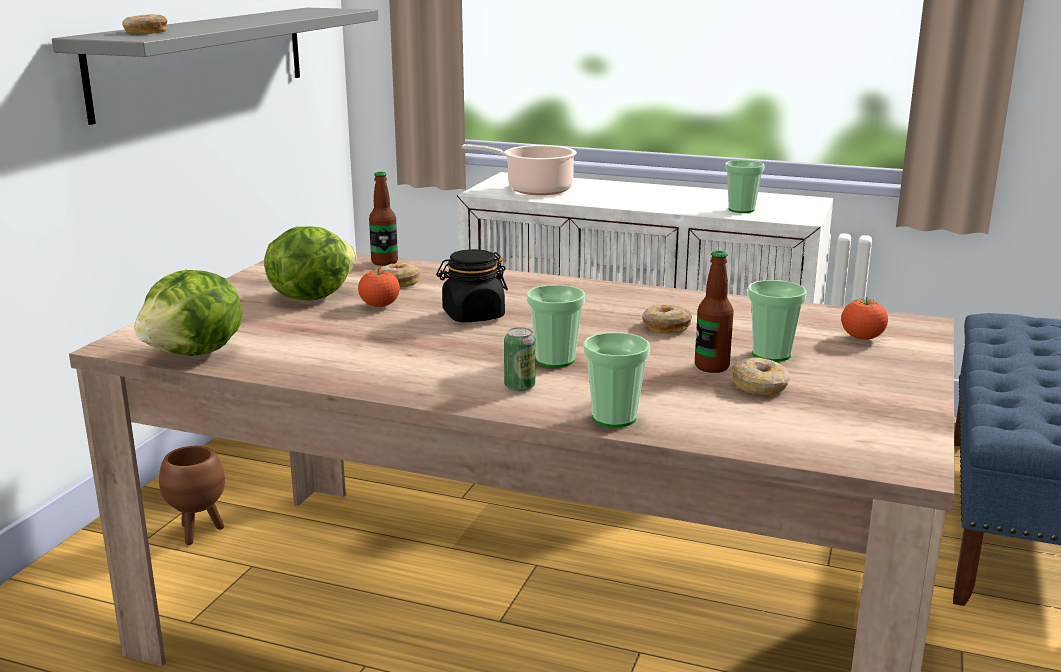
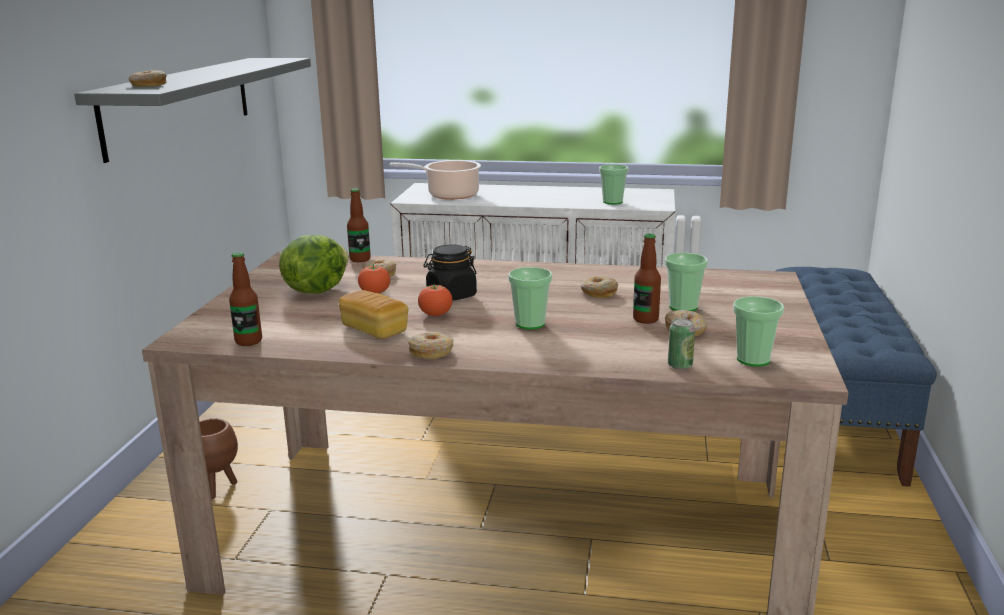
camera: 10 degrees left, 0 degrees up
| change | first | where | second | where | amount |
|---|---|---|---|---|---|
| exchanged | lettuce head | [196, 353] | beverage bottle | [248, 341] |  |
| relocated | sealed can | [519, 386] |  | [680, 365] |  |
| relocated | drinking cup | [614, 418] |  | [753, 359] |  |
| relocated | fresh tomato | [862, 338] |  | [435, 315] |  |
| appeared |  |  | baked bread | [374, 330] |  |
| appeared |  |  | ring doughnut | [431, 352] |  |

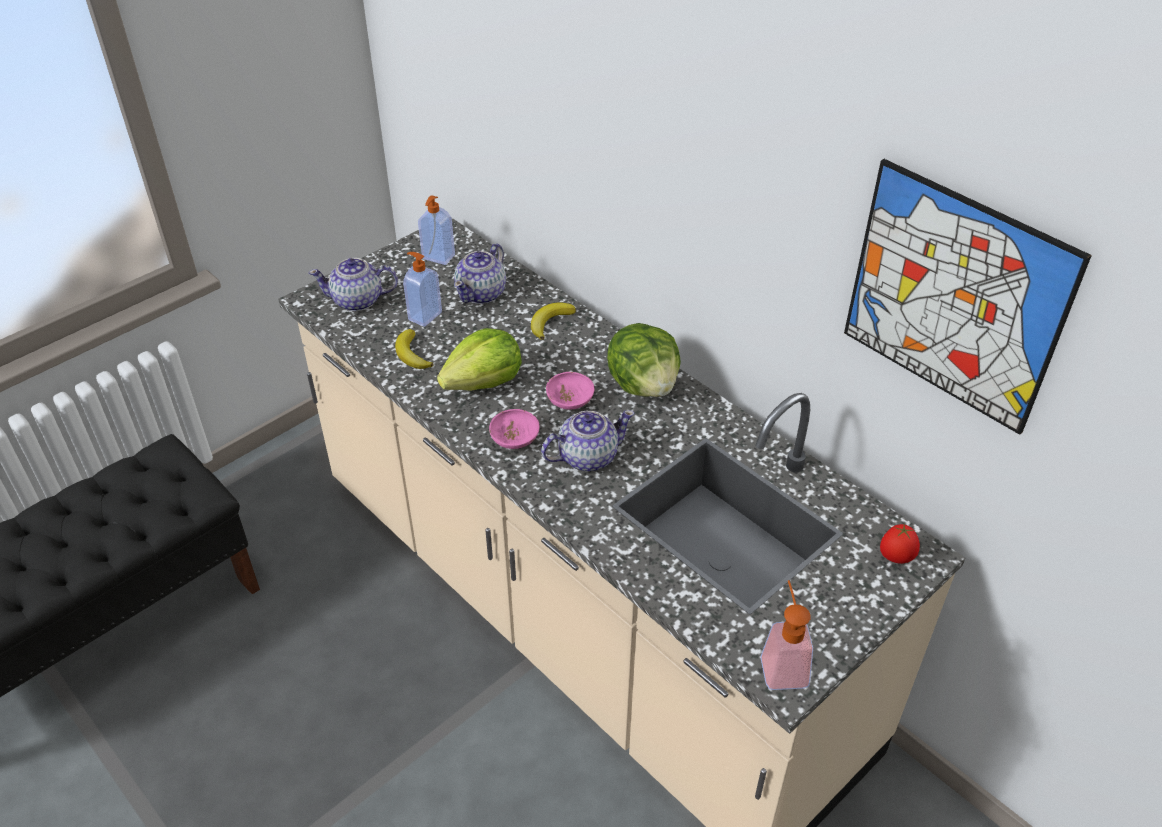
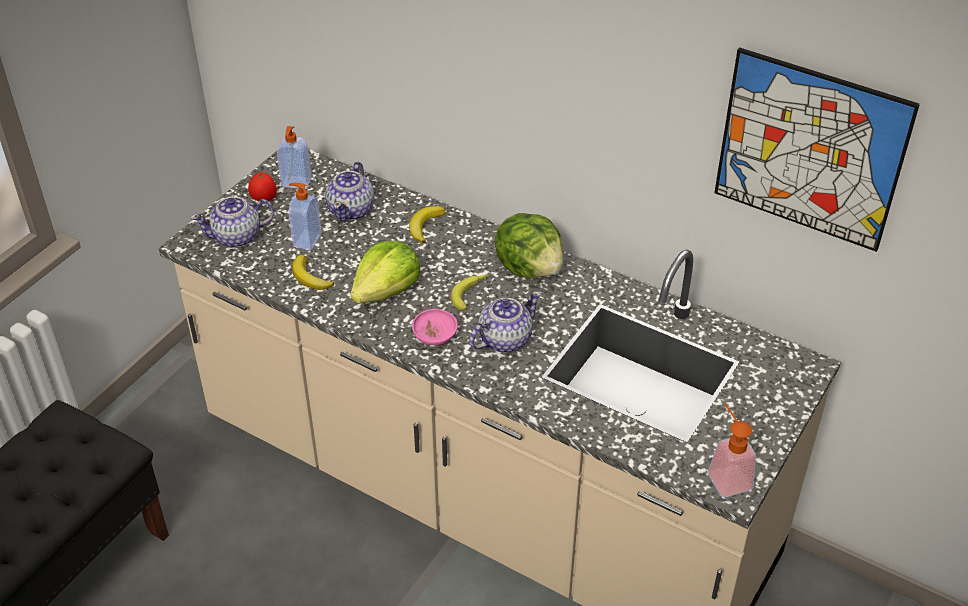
camera: 15 degrees left, 0 degrees up
| change | first | where | second | where | amount |
|---|---|---|---|---|---|
| exchanged | pinkish deep dish | [570, 401] | banana | [470, 293] |  |
| relocated | fresh tomato | [896, 558] |  | [264, 199] |  |

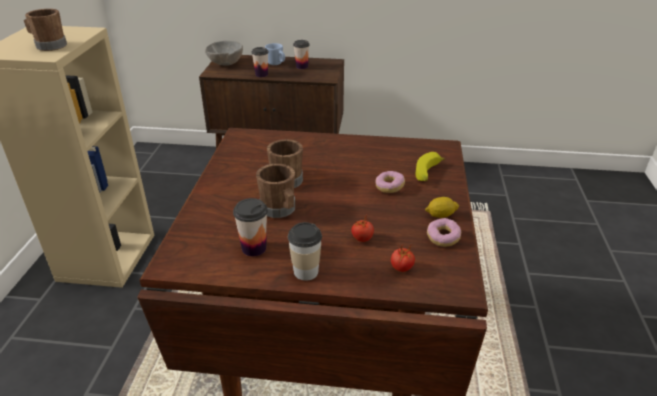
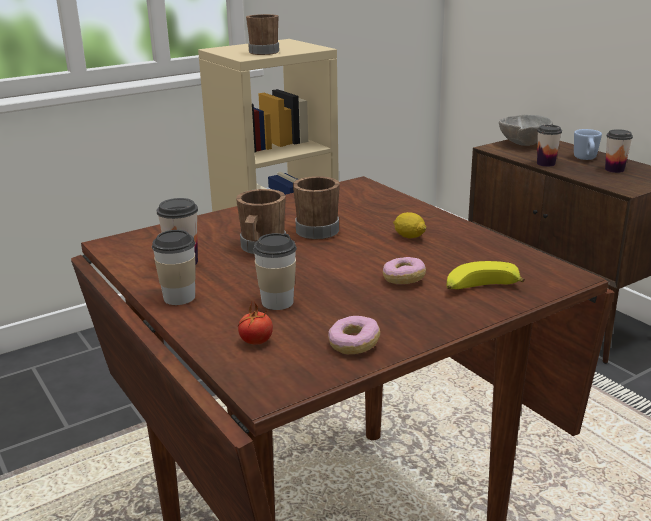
camera: 50 degrees right, 10 degrees down
| change | first | where | second | where | amount |
|---|---|---|---|---|---|
| exchanged | fresh tomato | [362, 238] | drinking cup | [277, 302] |  |
| relocated | lemon | [440, 215] |  | [409, 236] |  |

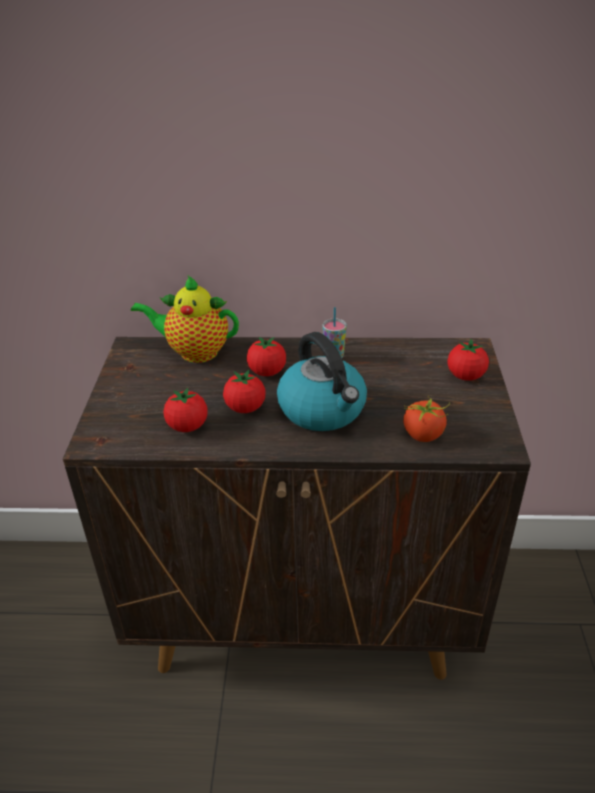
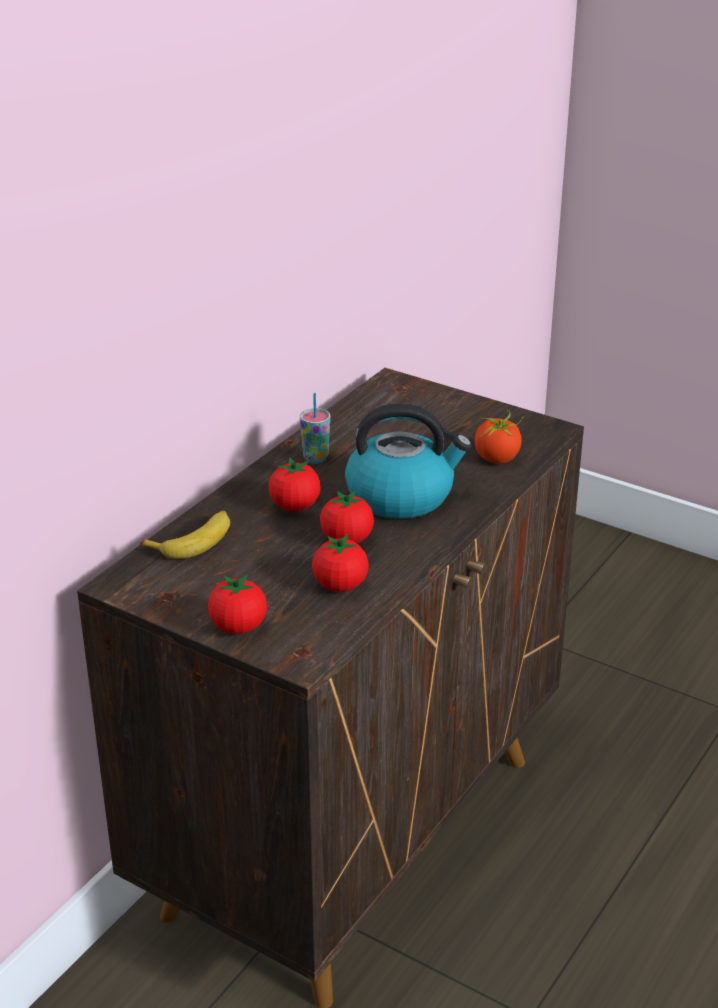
camera: 60 degrees left, 5 degrees down
| change | first | where | second | where | amount |
|---|---|---|---|---|---|
| exchanged | tea pot | [194, 352] | banana | [193, 541] |  |
| relocated | fresh tomato | [465, 376] |  | [238, 627] |  |

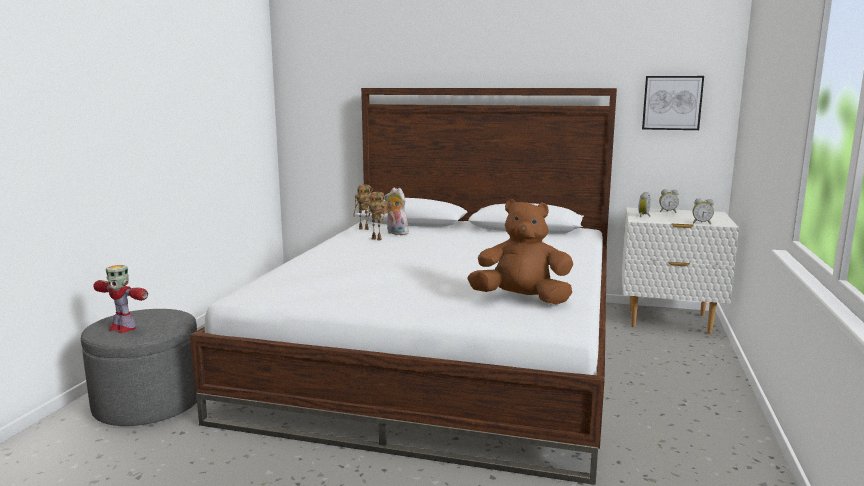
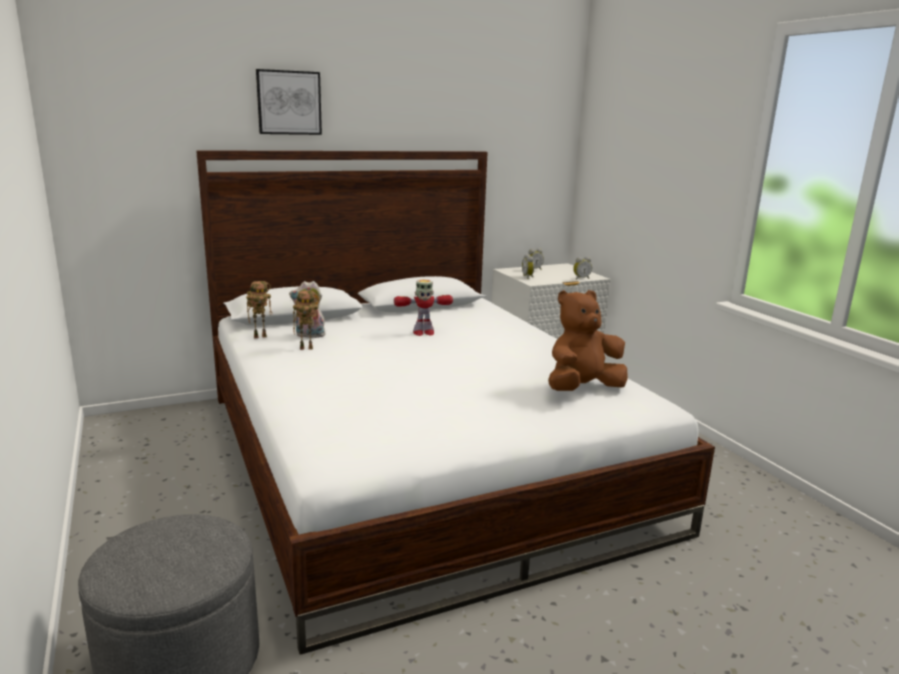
camera: 40 degrees left, 5 degrees up
| change | first | where | second | where | amount |
|---|---|---|---|---|---|
| relocated | robot figure | [122, 328] |  | [423, 332] |  |
| relocated | wall art | [672, 103] |  | [289, 102] |  |

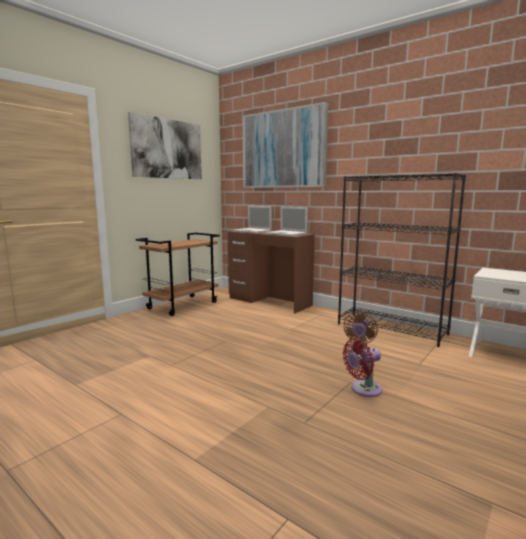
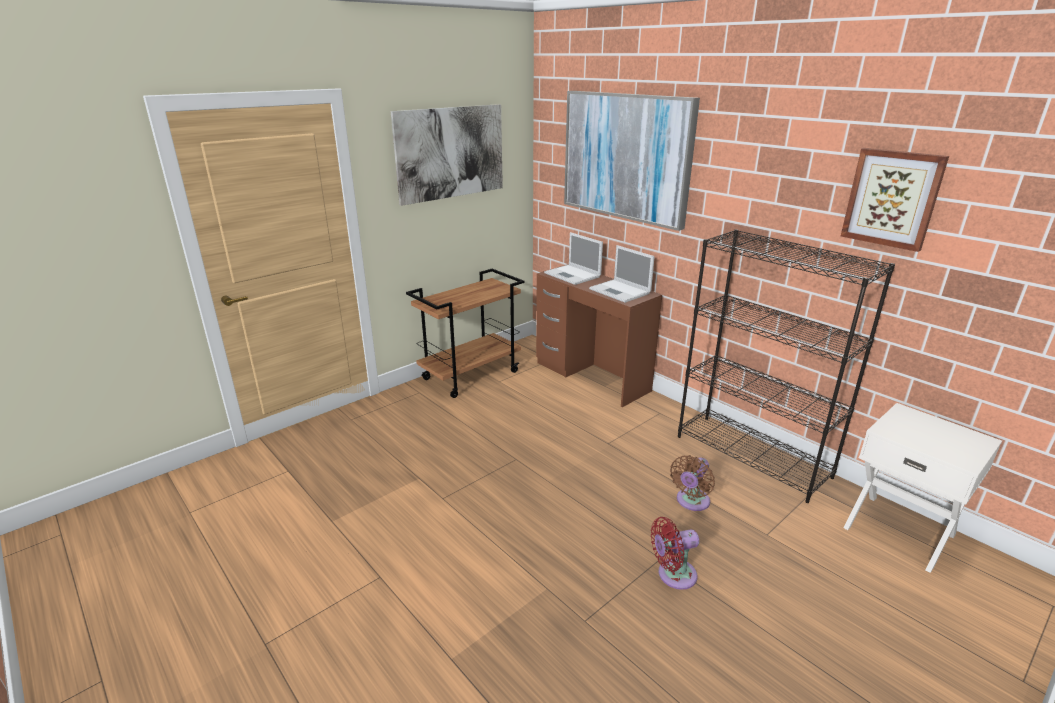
camera: 10 degrees right, 15 degrees up
| change | first | where | second | where | amount |
|---|---|---|---|---|---|
| appeared |  |  | wall art | [892, 198] |  |

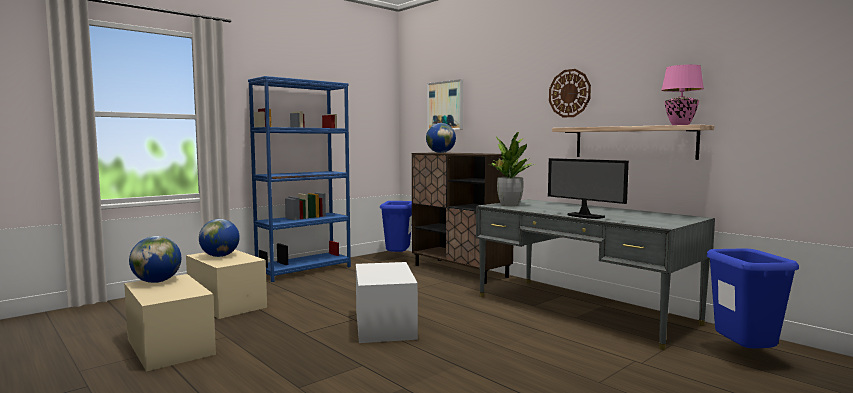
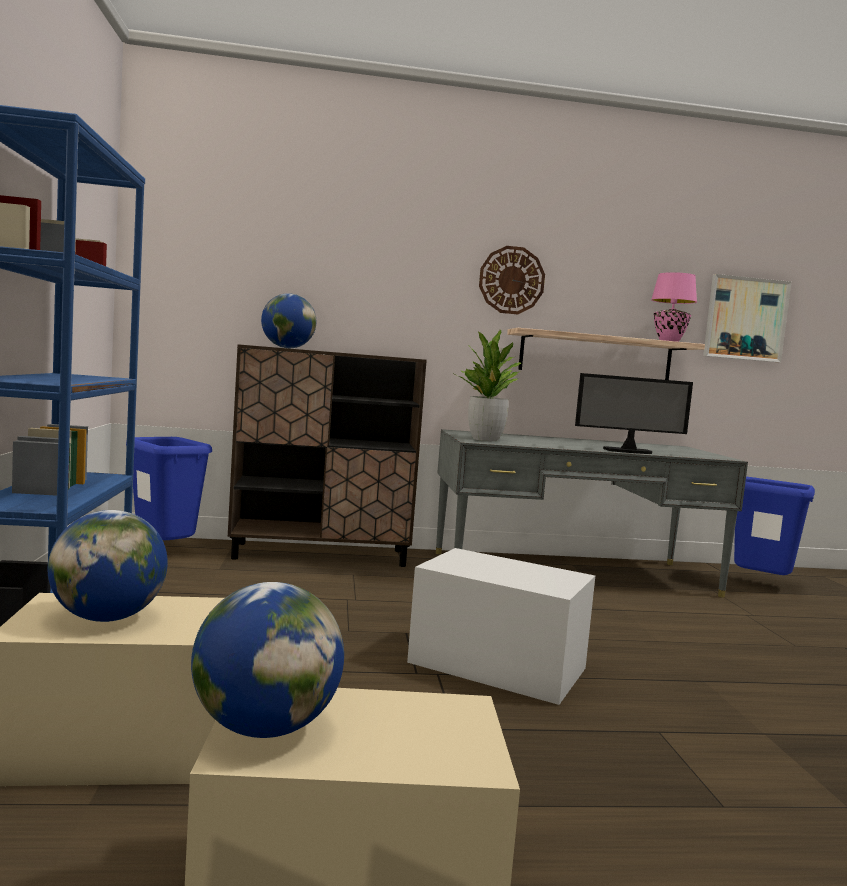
camera: 55 degrees left, 0 degrees up
| change | first | where | second | where | amount |
|---|---|---|---|---|---|
| relocated | wall art | [445, 105] |  | [745, 319] |  |

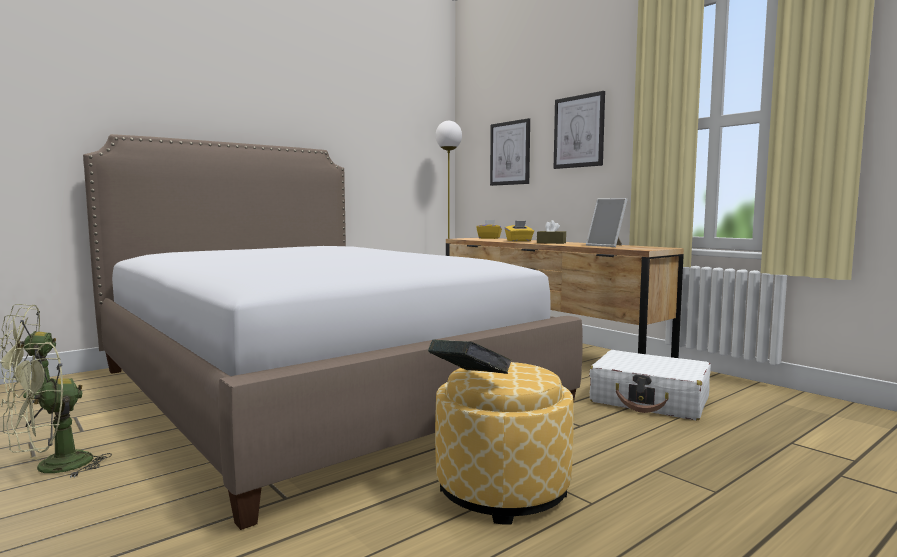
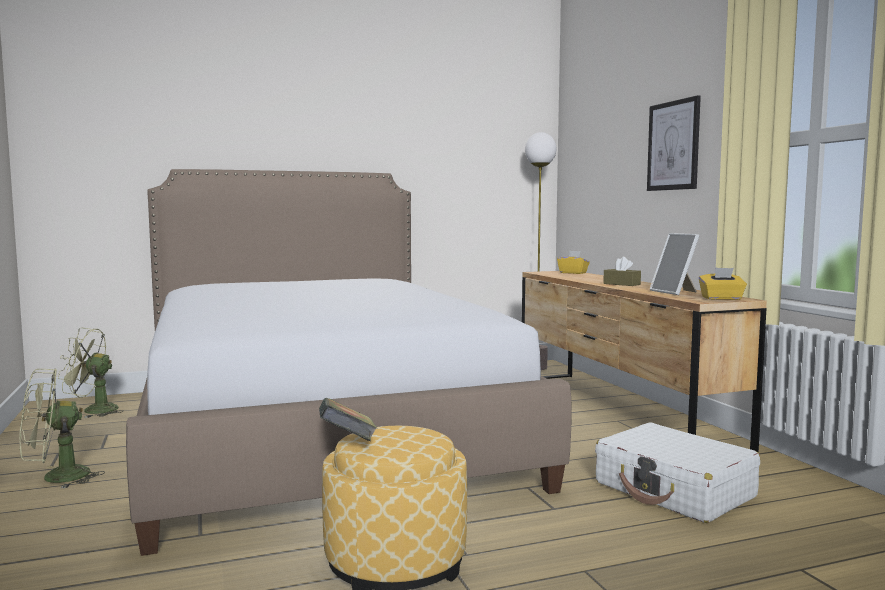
camera: 20 degrees right, 0 degrees up
| change | first | where | second | where | amount |
|---|---|---|---|---|---|
| missing | wall art | [510, 153] |  |  |  |
| relocated | yellow tissue holder | [519, 241] |  | [721, 298] |  |

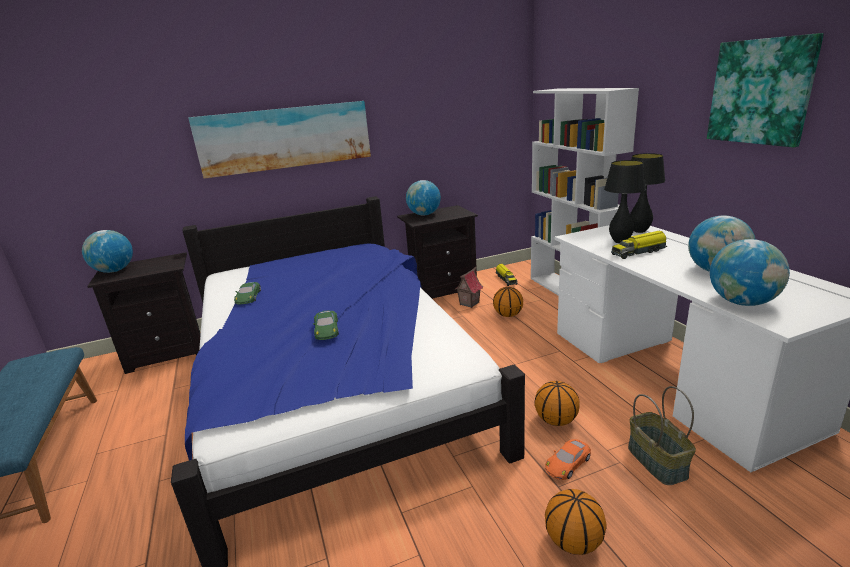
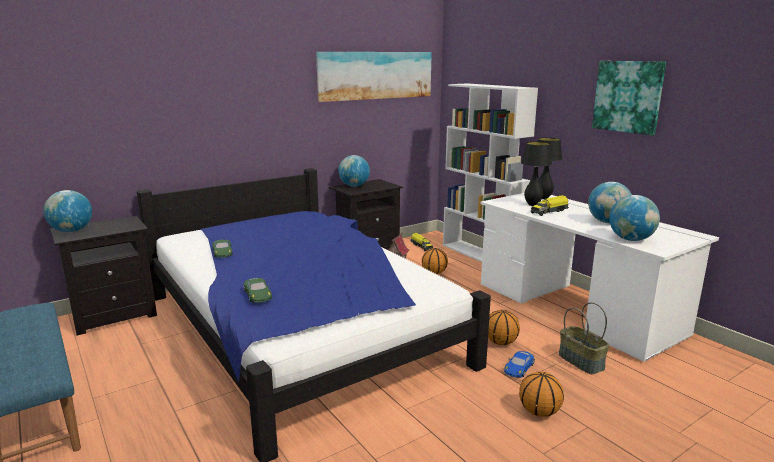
camera: 15 degrees left, 5 degrees down
| change | first | where | second | where | amount |
|---|---|---|---|---|---|
| relocated | wall art | [285, 138] |  | [375, 75] |  |
| relocated | green-coloured toy car | [326, 329] |  | [257, 294] |  |
| colour | orange-coloured toy car | [568, 463] | bluish toy car | [519, 367] |  |

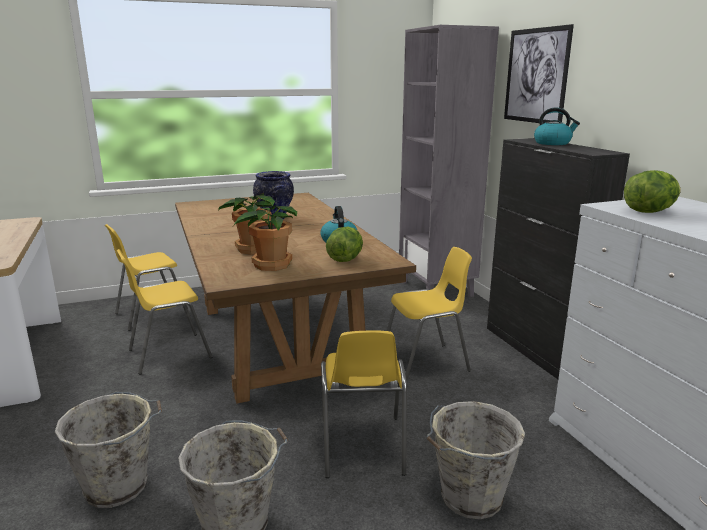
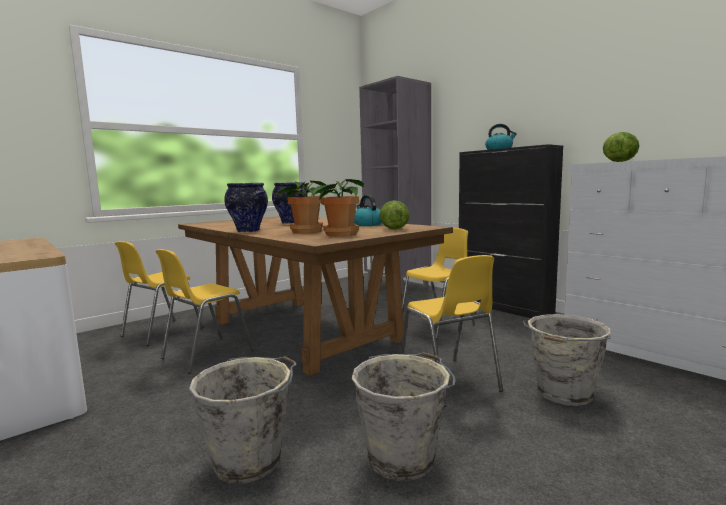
camera: 20 degrees left, 10 degrees down
| change | first | where | second | where | amount |
|---|---|---|---|---|---|
| missing | wall art | [536, 76] |  |  |  |
| appeared |  |  | vase | [249, 231] |  |

